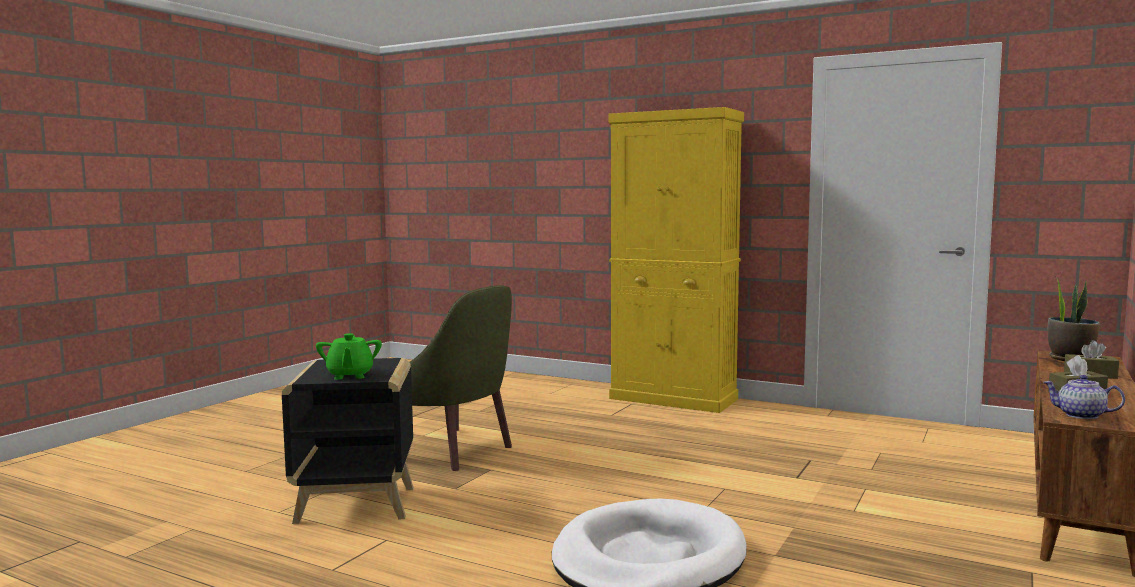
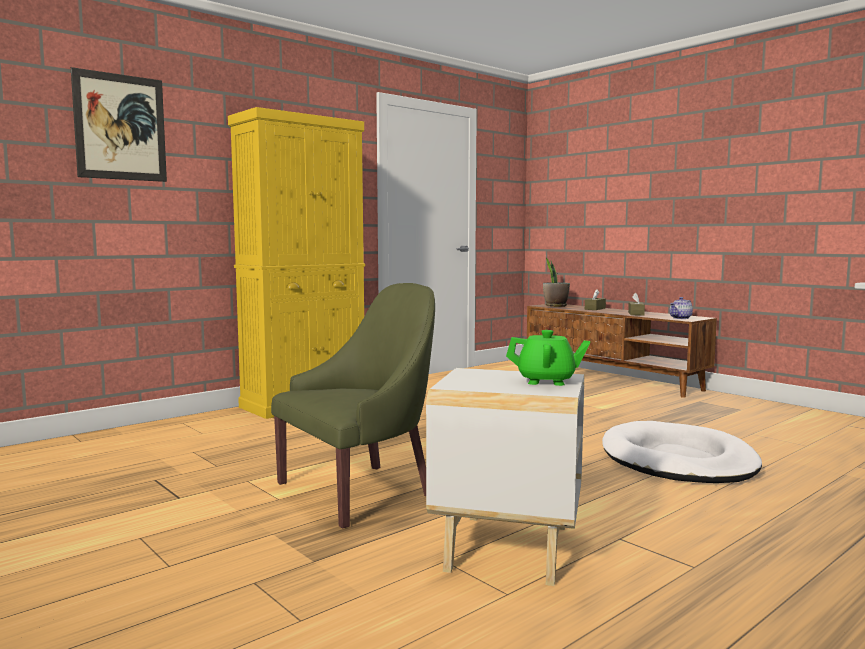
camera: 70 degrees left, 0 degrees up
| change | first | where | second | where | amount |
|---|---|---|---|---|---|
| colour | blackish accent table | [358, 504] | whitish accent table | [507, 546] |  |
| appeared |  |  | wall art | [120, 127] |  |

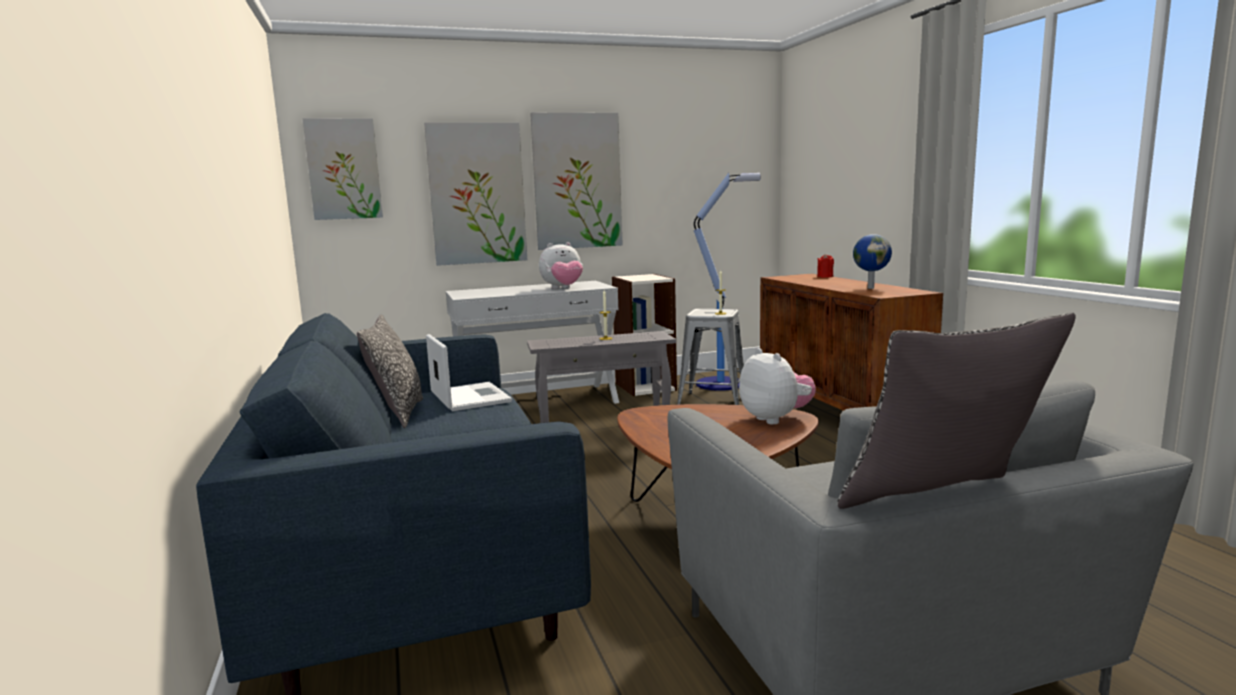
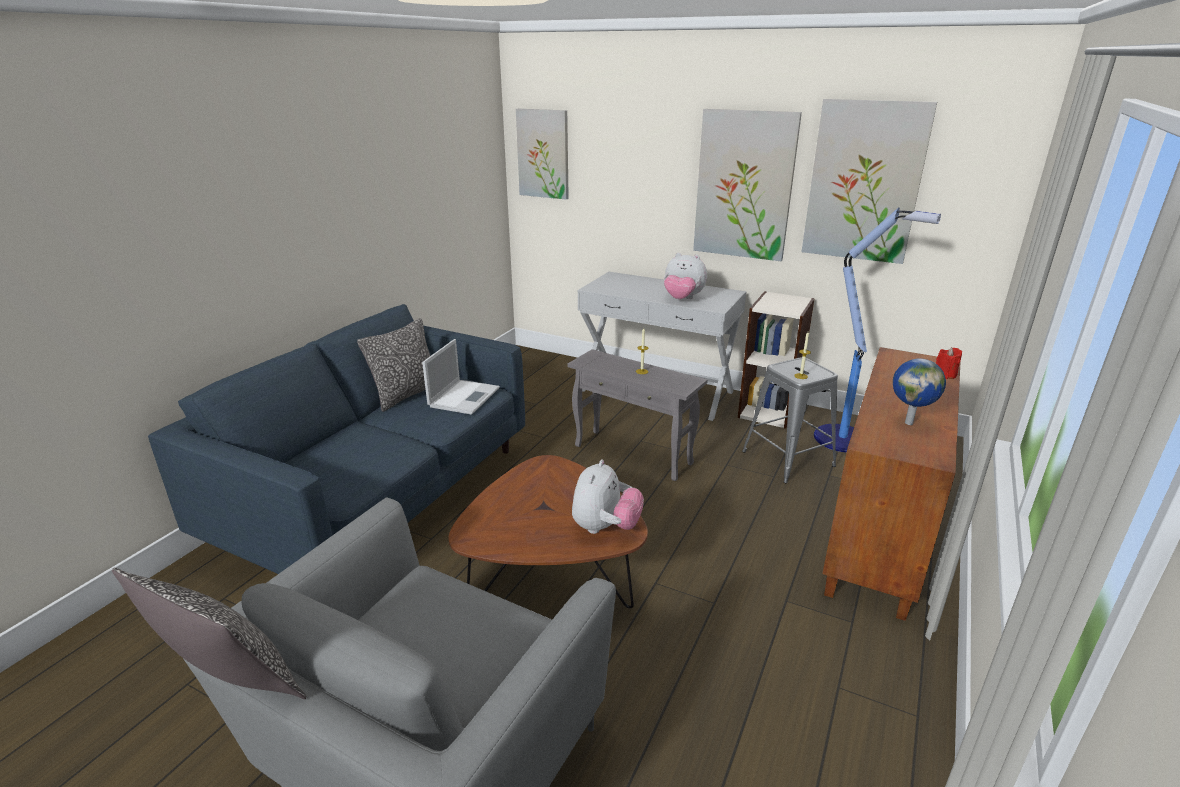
camera: 45 degrees right, 15 degrees up
| change | first | where | second | where | amount |
|---|---|---|---|---|---|
| relocated | wall art | [477, 194] |  | [864, 182] |  |

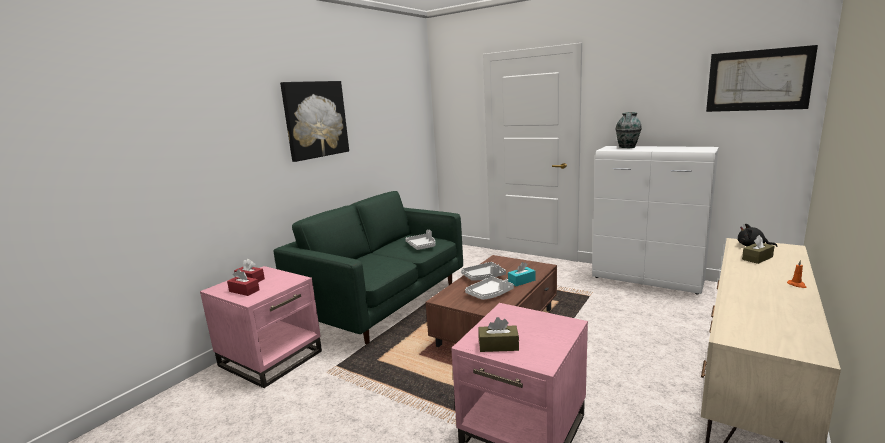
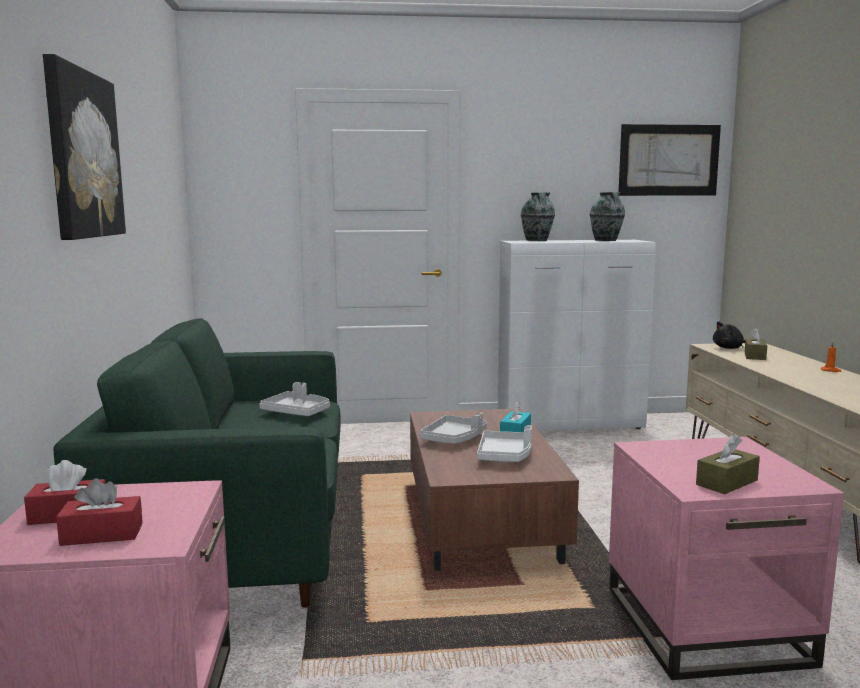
camera: 40 degrees left, 5 degrees down
| change | first | where | second | where | amount |
|---|---|---|---|---|---|
| appeared |  |  | vase | [606, 241] |  |

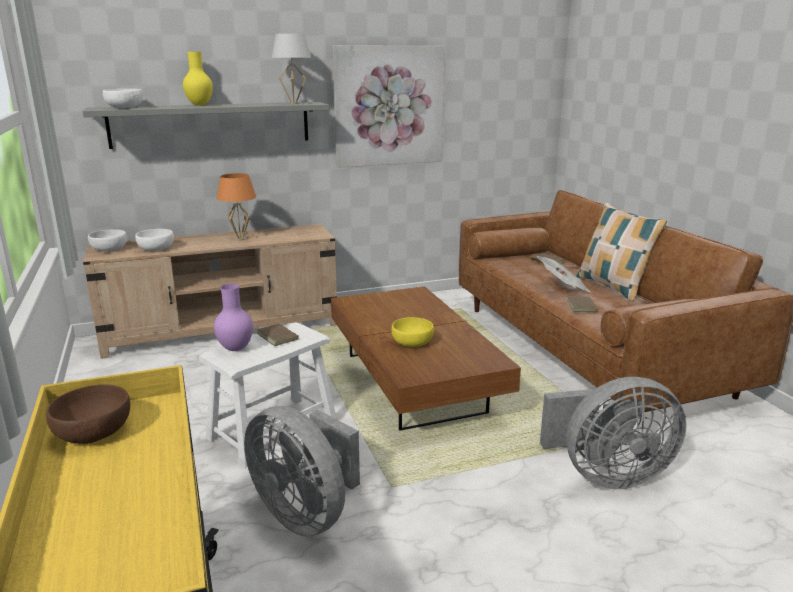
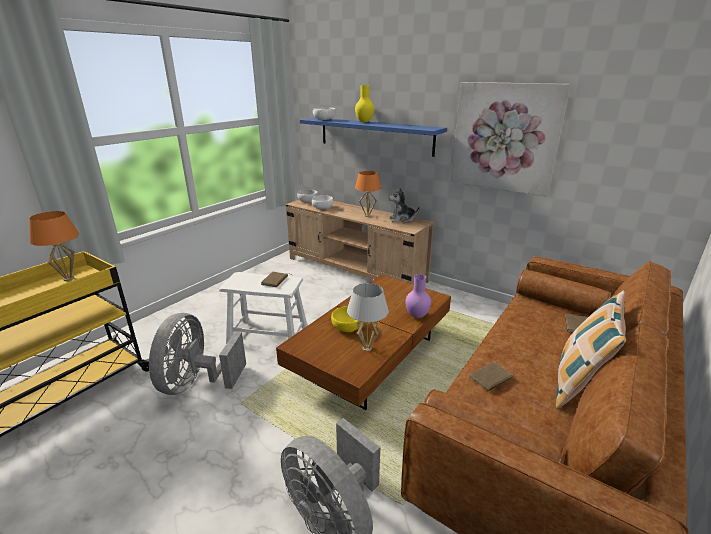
camera: 55 degrees right, 5 degrees up
| change | first | where | second | where | amount |
|---|---|---|---|---|---|
| exchanged | brownish deep dish | [94, 431] | orange-coloured tabletop lamp | [68, 279] |  |
| colour | grey shelf | [211, 124] | bluish shelf | [374, 135] |  |
| relocated | purplish vase | [235, 349] |  | [416, 316] |  |
| relocated | whitish tabletop lamp | [294, 103] |  | [367, 348] |  |
| missing | printed paper | [563, 288] |  |  |  |
| appeared |  |  | soft toy | [402, 219] |  |

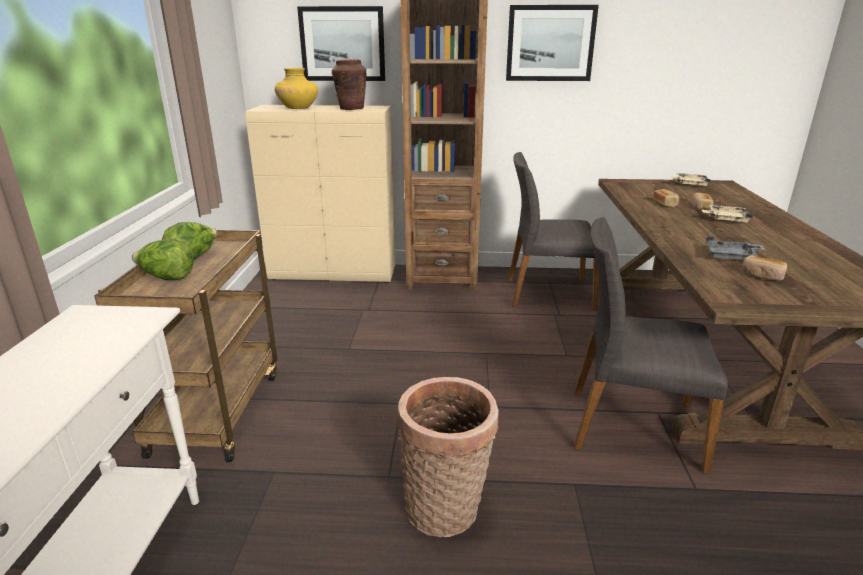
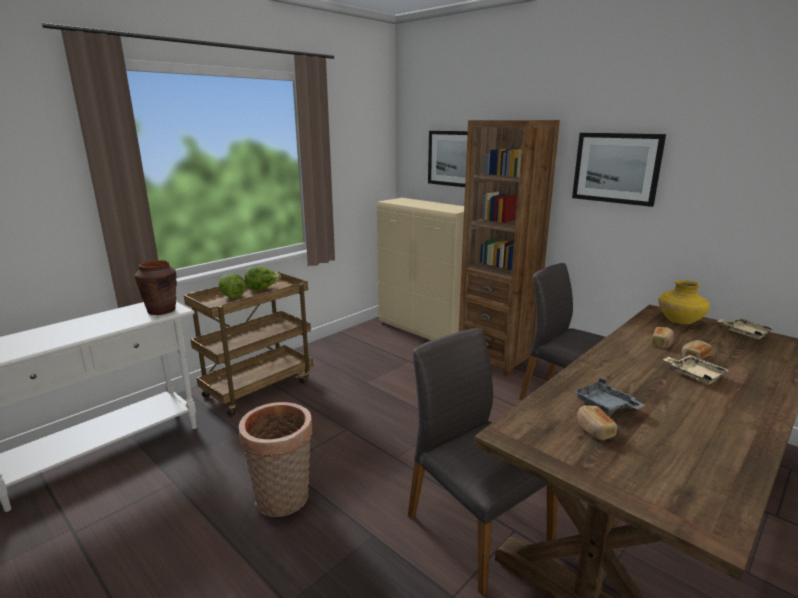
camera: 40 degrees right, 5 degrees down
| change | first | where | second | where | amount |
|---|---|---|---|---|---|
| relocated | yellow vase | [298, 108] |  | [680, 321] |  |
| relocated | brownish vase | [351, 109] |  | [162, 311] |  |

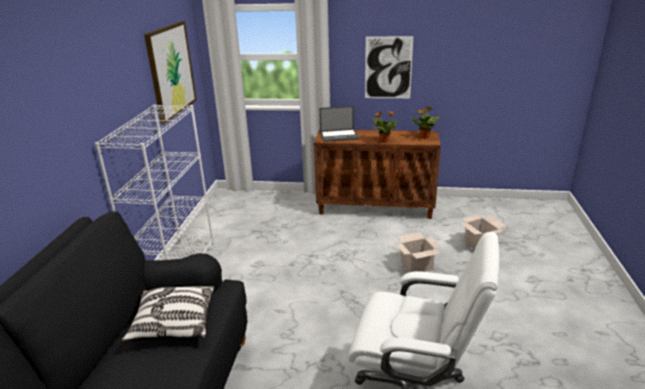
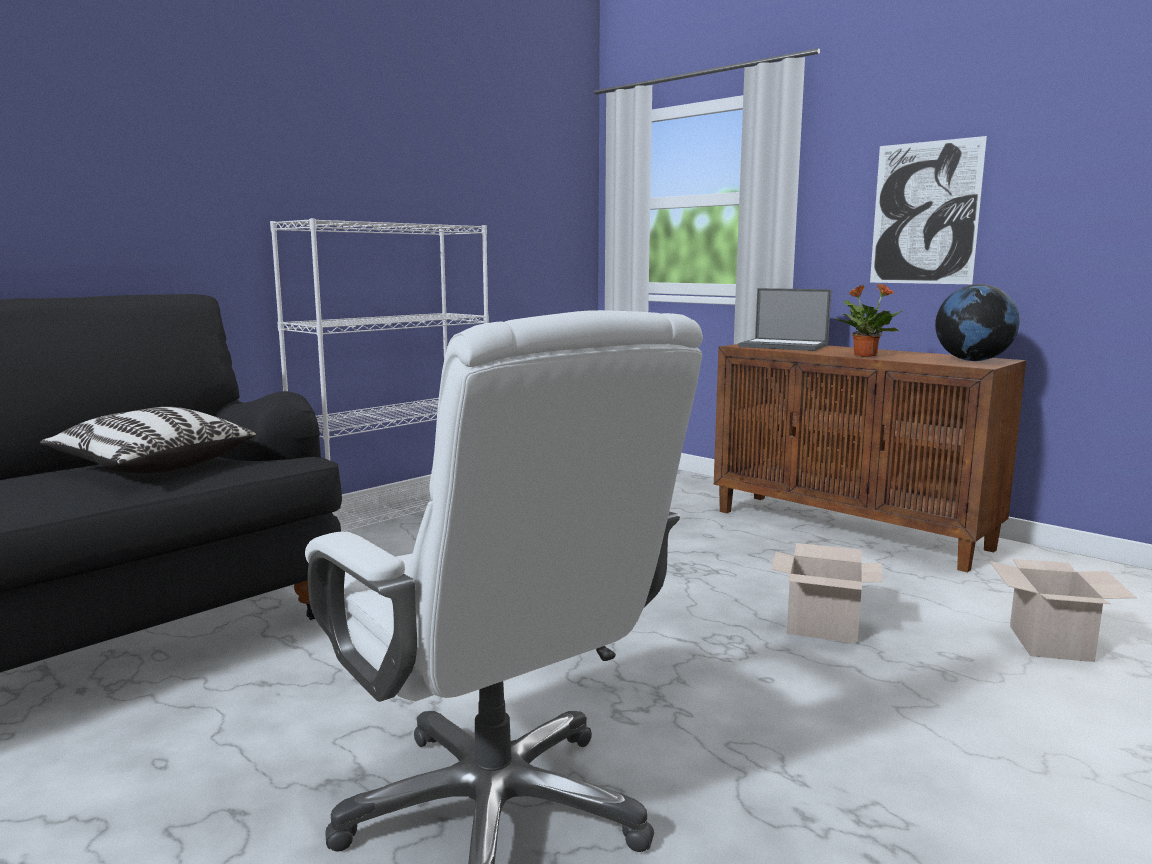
camera: 35 degrees right, 15 degrees down
| change | first | where | second | where | amount |
|---|---|---|---|---|---|
| missing | wall art | [171, 70] |  |  |  |
| exchanged | potted plant | [424, 137] | globe | [972, 360] |  |

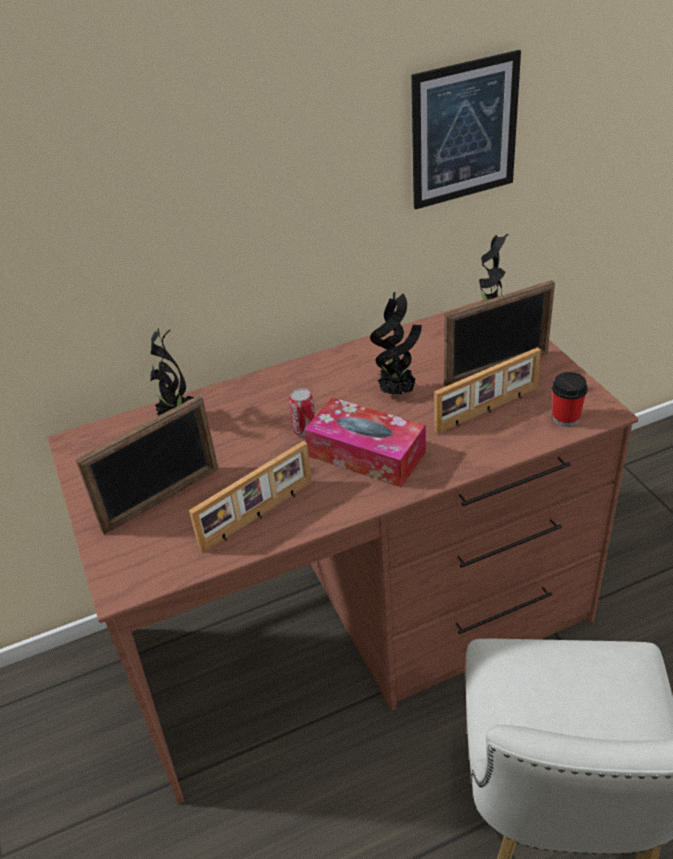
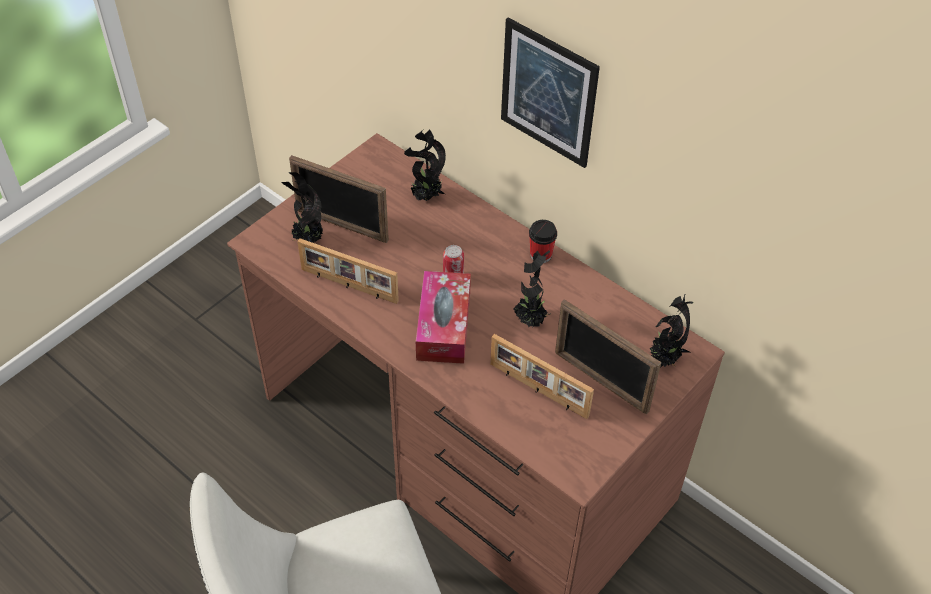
camera: 60 degrees right, 10 degrees up
| change | first | where | second | where | amount |
|---|---|---|---|---|---|
| relocated | wall art | [464, 131] |  | [548, 93] |  |
| relocated | drinking cup | [565, 418] |  | [540, 255] |  |
| appeared |  |  | potted plant | [307, 240] |  |

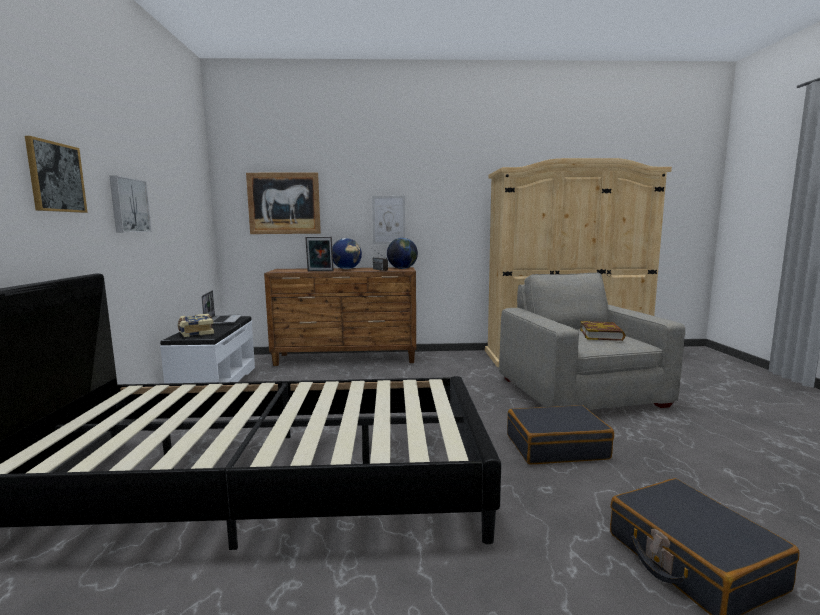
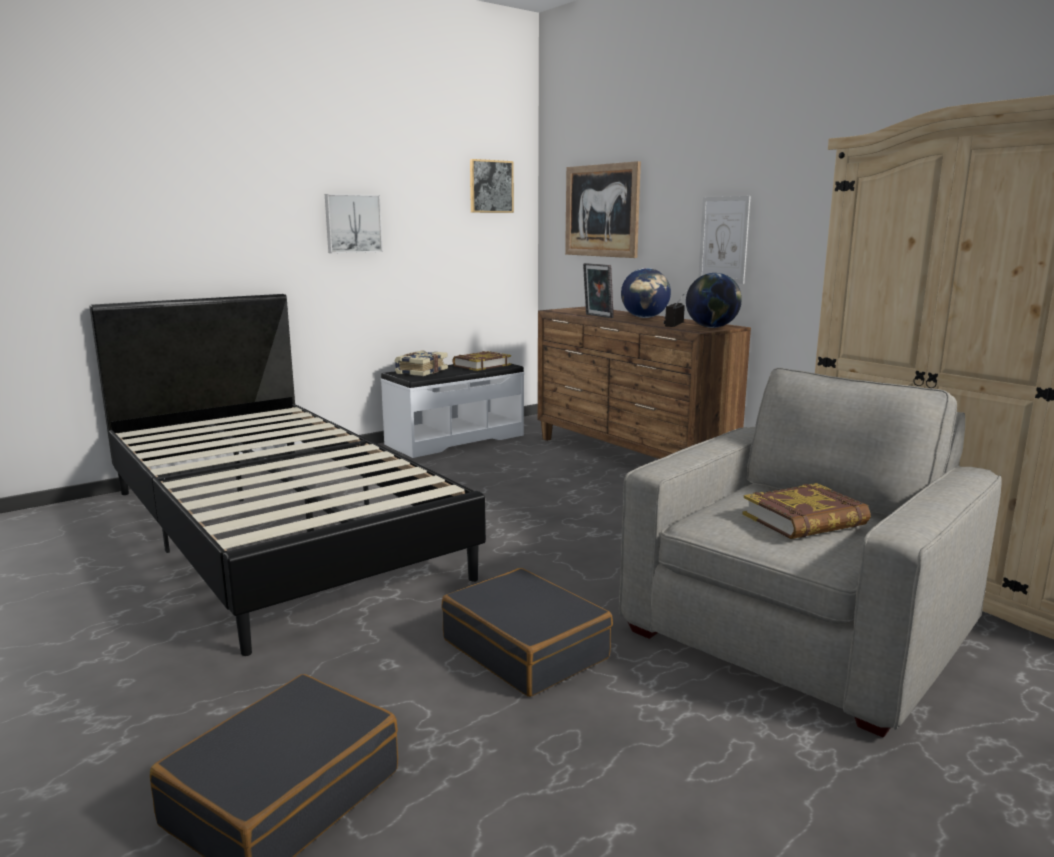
camera: 55 degrees right, 5 degrees up
| change | first | where | second | where | amount |
|---|---|---|---|---|---|
| relocated | wall art | [56, 177] |  | [491, 186] |  |
| exchanged | laptop | [223, 320] | bound book | [481, 365] |  |

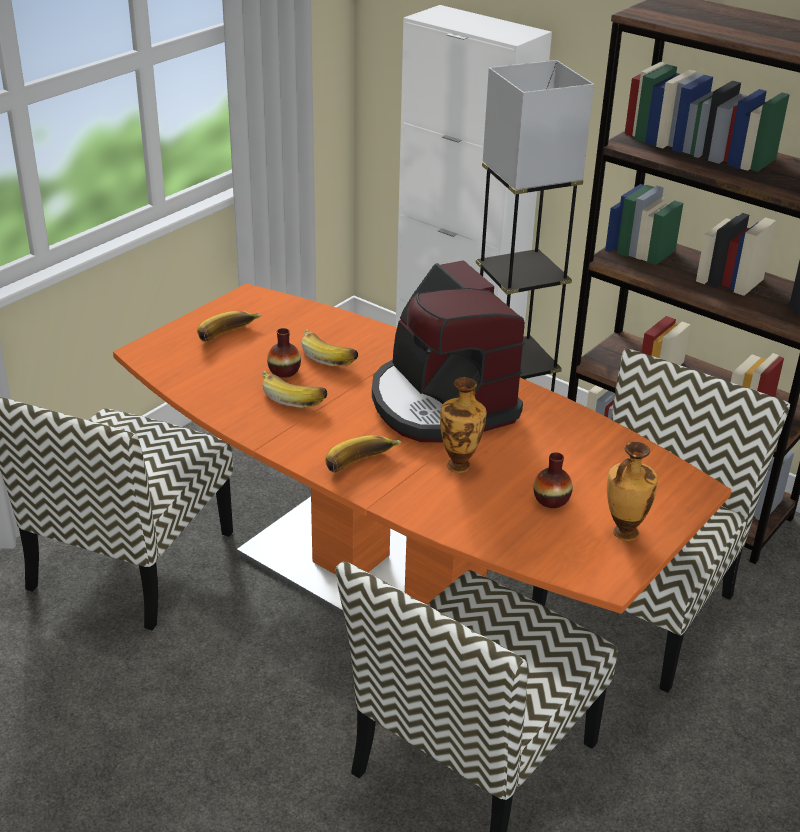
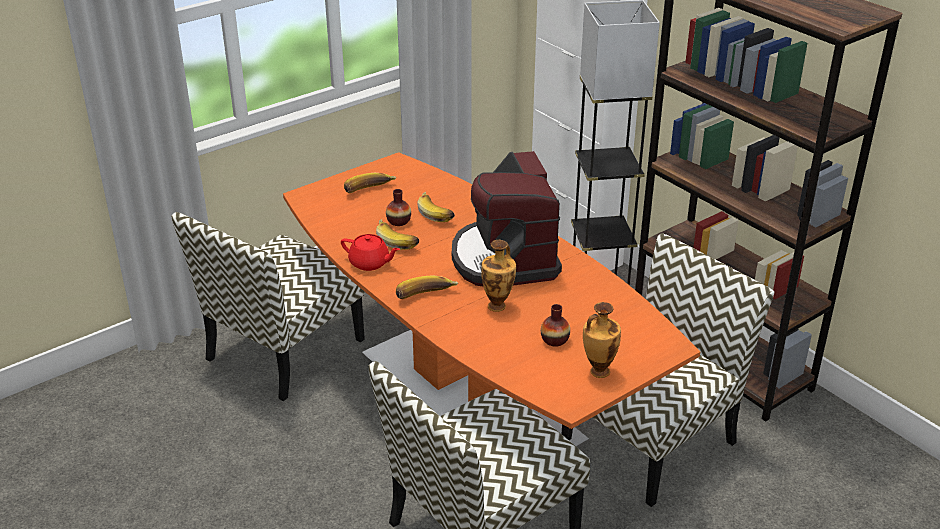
camera: 15 degrees right, 0 degrees up
| change | first | where | second | where | amount |
|---|---|---|---|---|---|
| appeared |  |  | red-coloured tea pot | [370, 263] |  |

